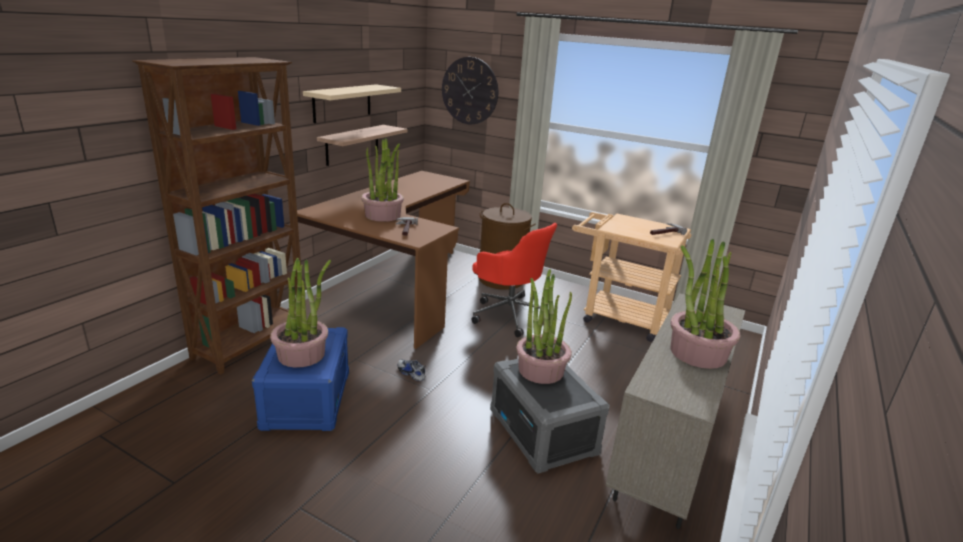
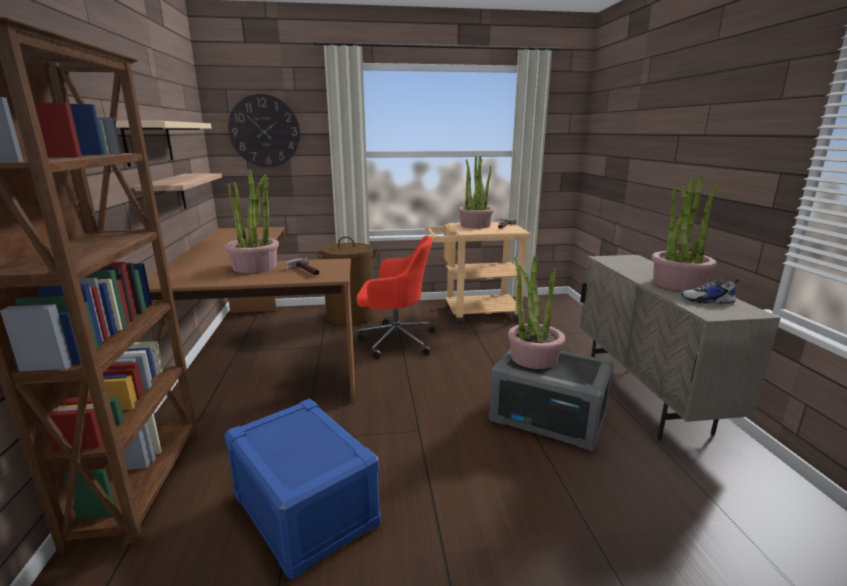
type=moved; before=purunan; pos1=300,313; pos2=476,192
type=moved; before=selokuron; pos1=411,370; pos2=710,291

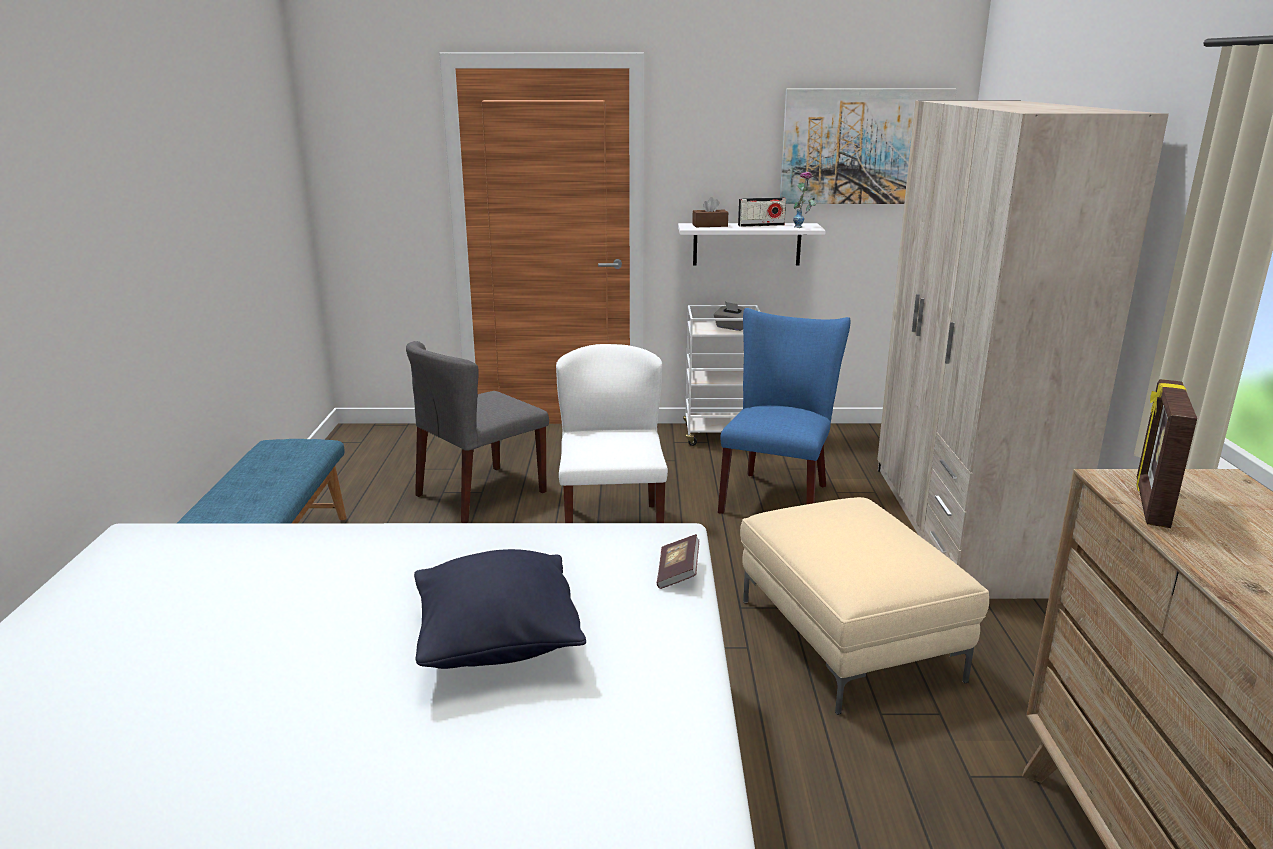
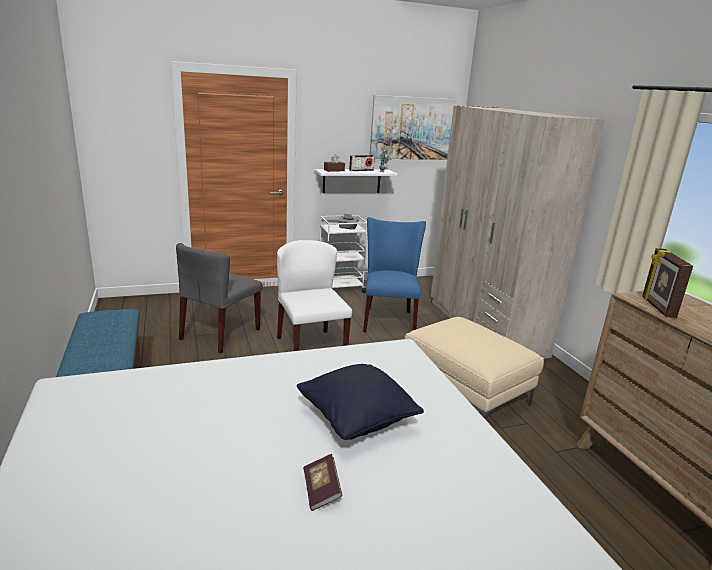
type=moved; before=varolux; pos1=678,561; pos2=323,482

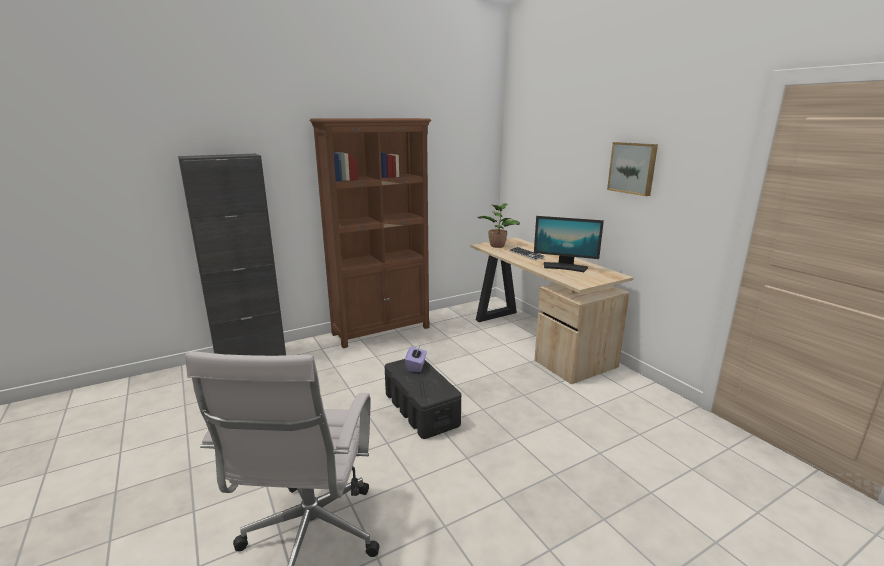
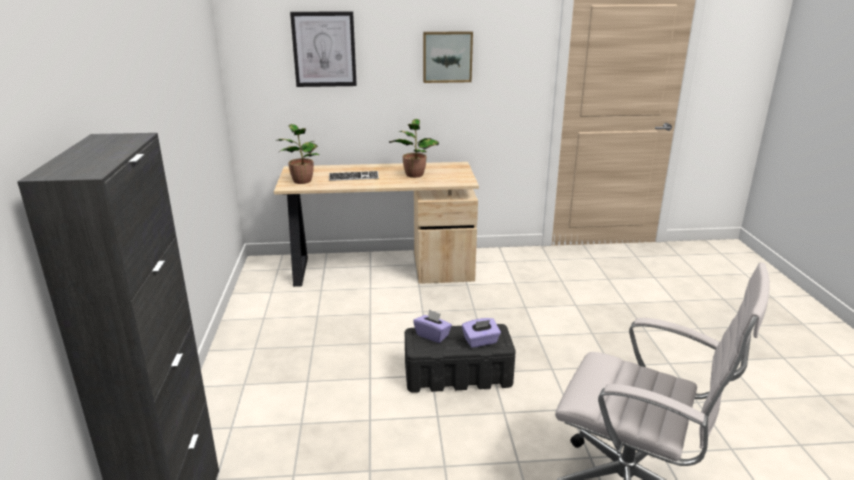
type=removed; before=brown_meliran; pos1=370,233
type=added; after=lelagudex; pos2=323,49
type=added; after=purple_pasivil; pos2=481,333
type=replaced; before=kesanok; after=purunan; pos1=569,244; pos2=414,148

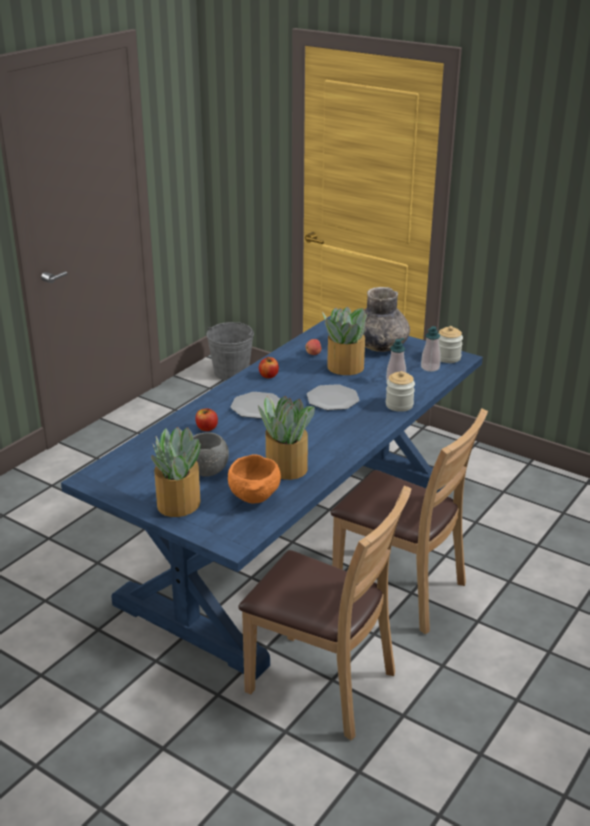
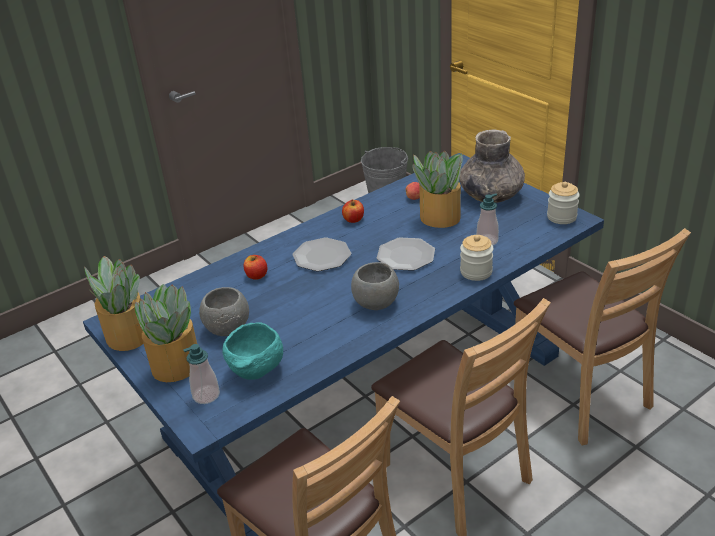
type=added; after=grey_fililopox; pos2=375,286
type=added; after=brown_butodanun; pos2=602,337
type=moved; before=purunan; pos1=286,438; pos2=113,303
type=moved; before=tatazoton; pos1=431,349; pos2=201,374
type=recoloured; before=orange_fililopox; after=turquoise_fililopox; pos1=254,479; pos2=252,351

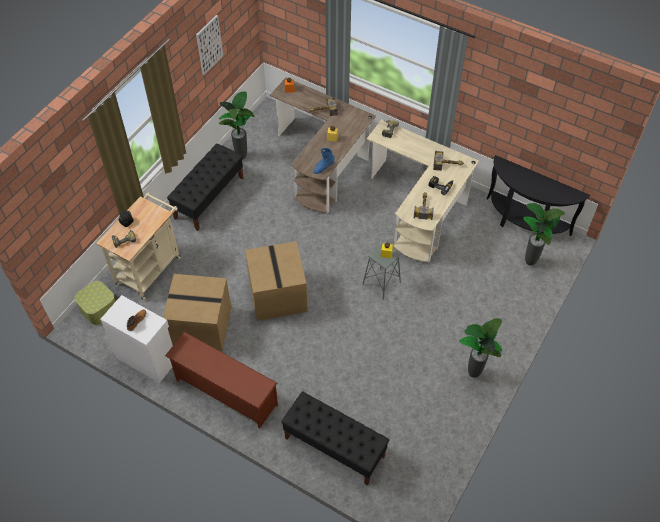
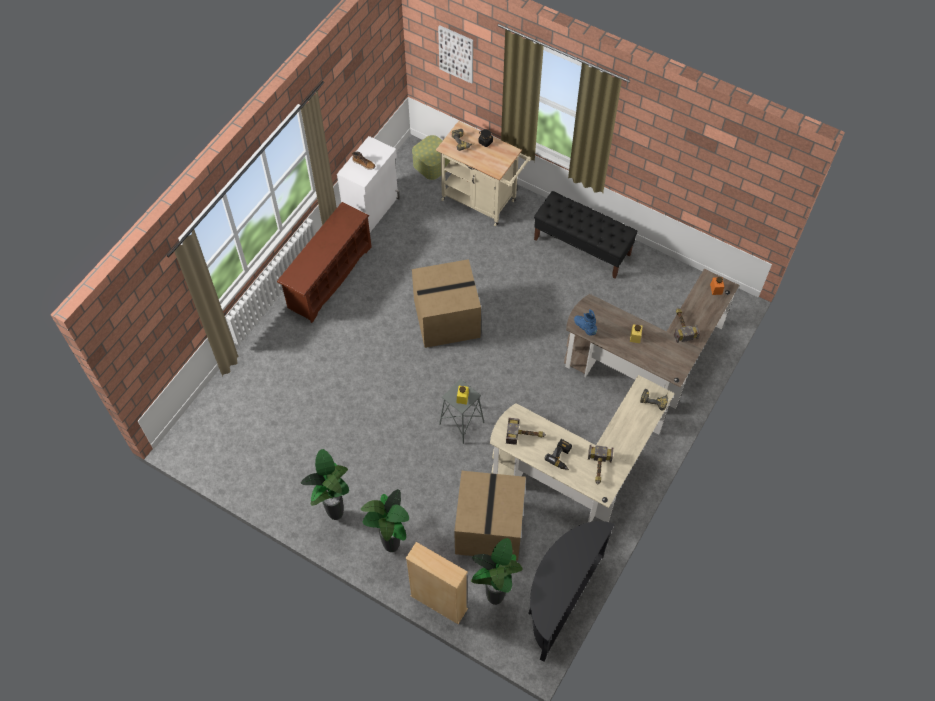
type=removed; before=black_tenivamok; pos1=335,438
type=added; after=beige_meliran; pos2=436,583
type=moved; before=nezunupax; pos1=197,312; pos2=490,516
type=moved; before=lelagudex; pos1=209,45; pos2=455,54
type=moved; before=purunan; pos1=237,125; pos2=385,520

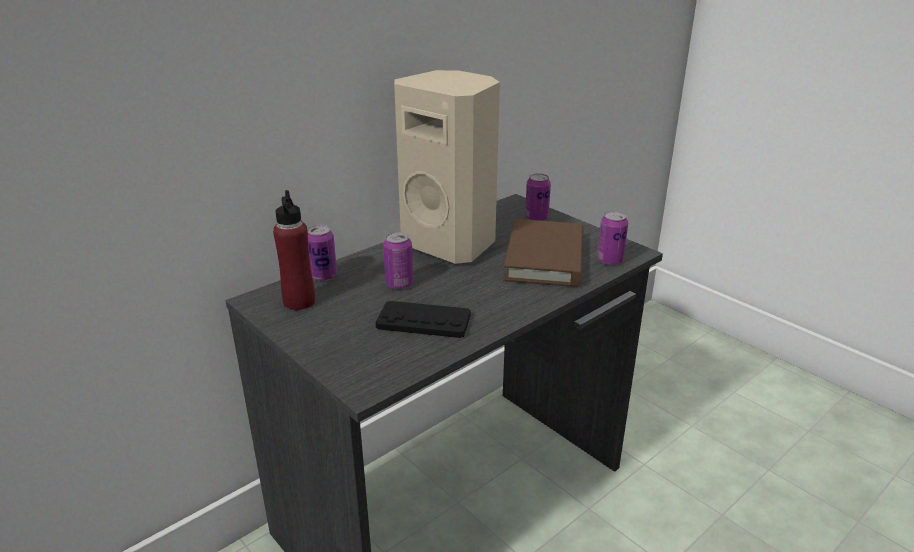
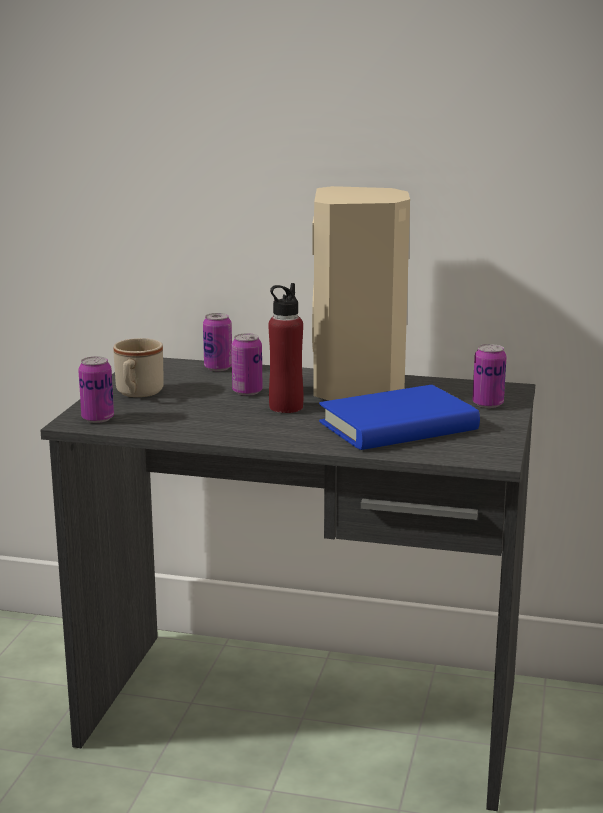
type=removed; before=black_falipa; pos1=423,319
type=added; after=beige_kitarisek; pos2=139,367
type=moved; before=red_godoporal; pos1=294,250; pos2=285,348
type=moved; before=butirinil; pos1=612,238; pos2=96,389
type=recoloured; before=brown_varolux; after=blue_varolux; pos1=543,253; pos2=399,417

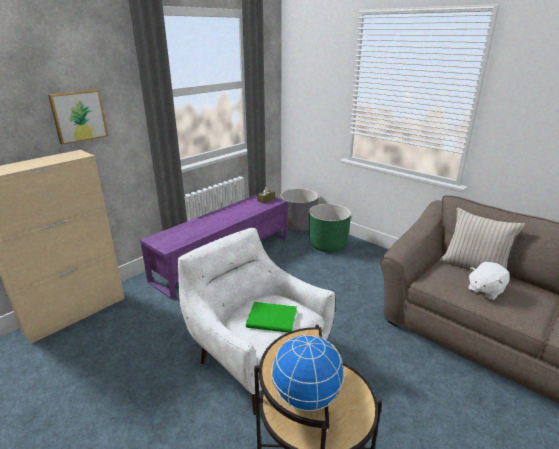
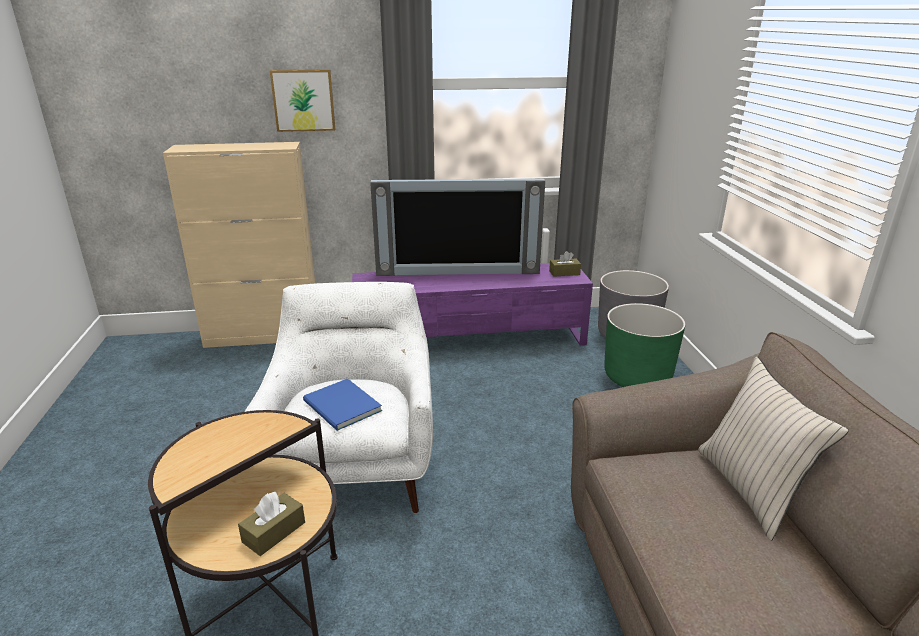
type=removed; before=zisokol; pos1=307,372
type=removed; before=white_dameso; pos1=489,281
type=added; after=brown_pasivil; pos2=271,524
type=added; after=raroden; pos2=457,227
type=recoloured; before=green_varolux; after=blue_varolux; pos1=271,317; pos2=342,404

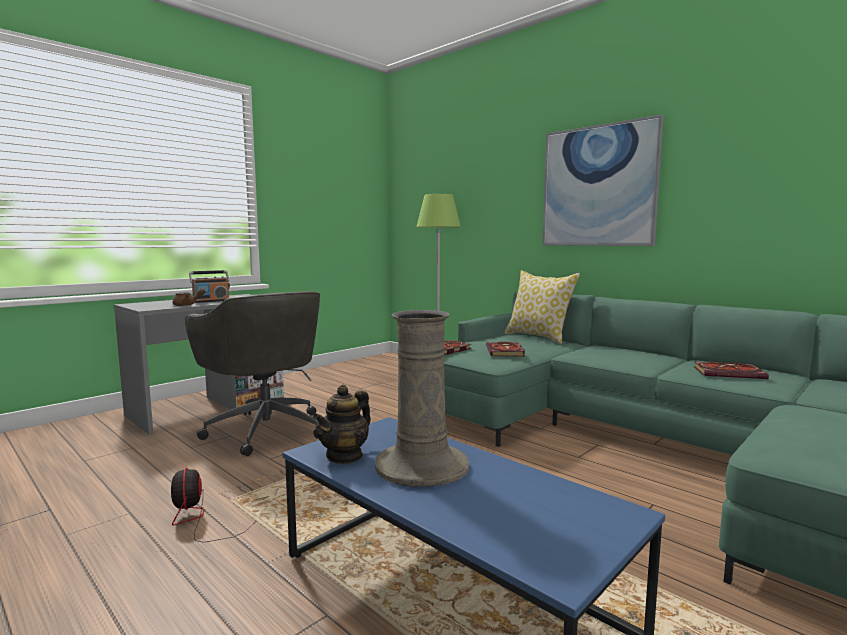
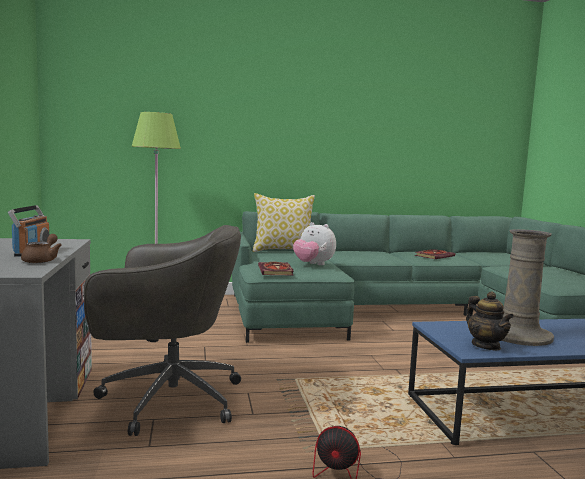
type=removed; before=lelagudex; pos1=603,180
type=replaced; before=varolux; after=dameso; pos1=505,349; pos2=314,243

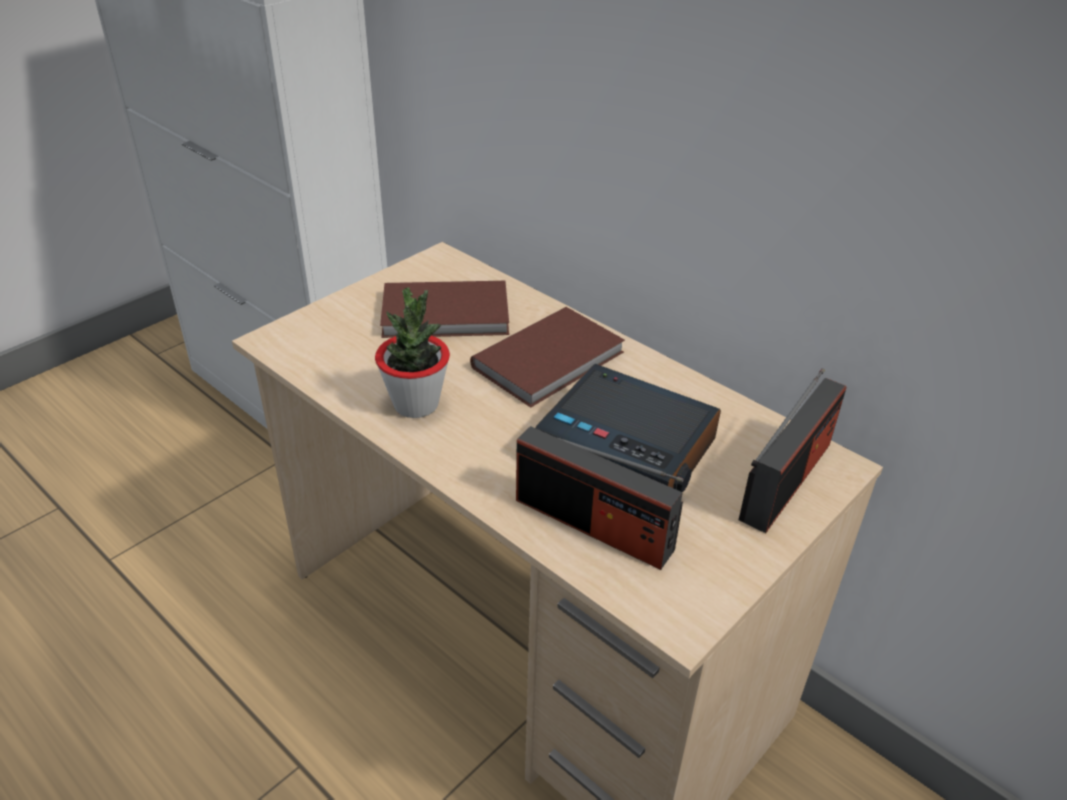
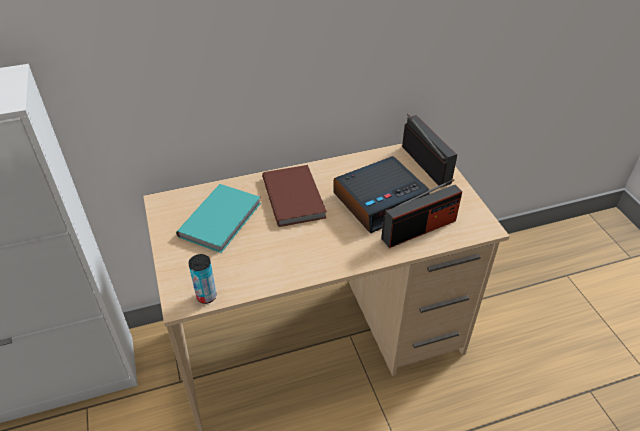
type=removed; before=purunan; pos1=412,352
type=added; after=butirinil; pos2=202,279
type=recoloured; before=brown_varolux; after=turquoise_varolux; pos1=444,309; pos2=218,218

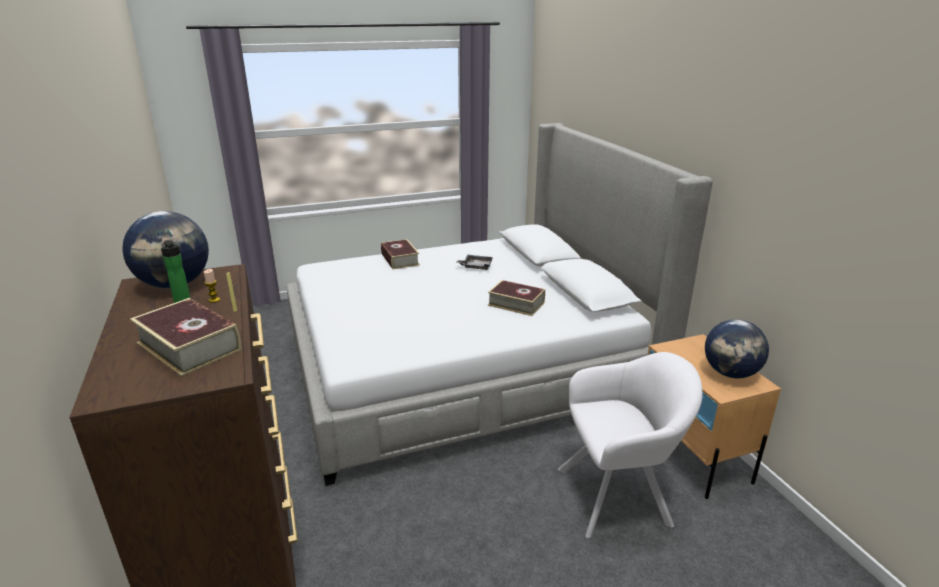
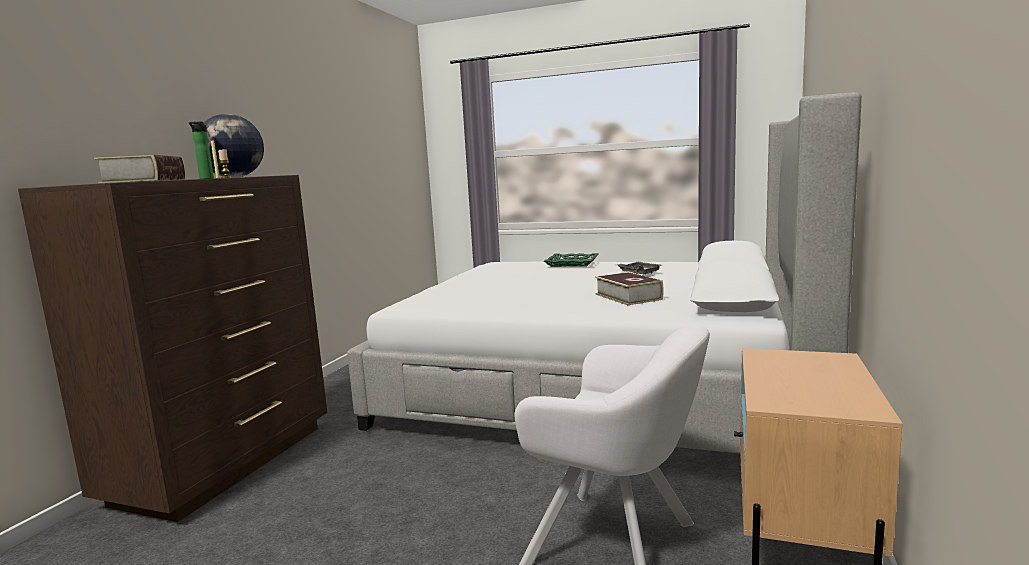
type=removed; before=zisokol; pos1=737,348
type=replaced; before=varolux; after=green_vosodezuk; pos1=400,254; pos2=571,260

